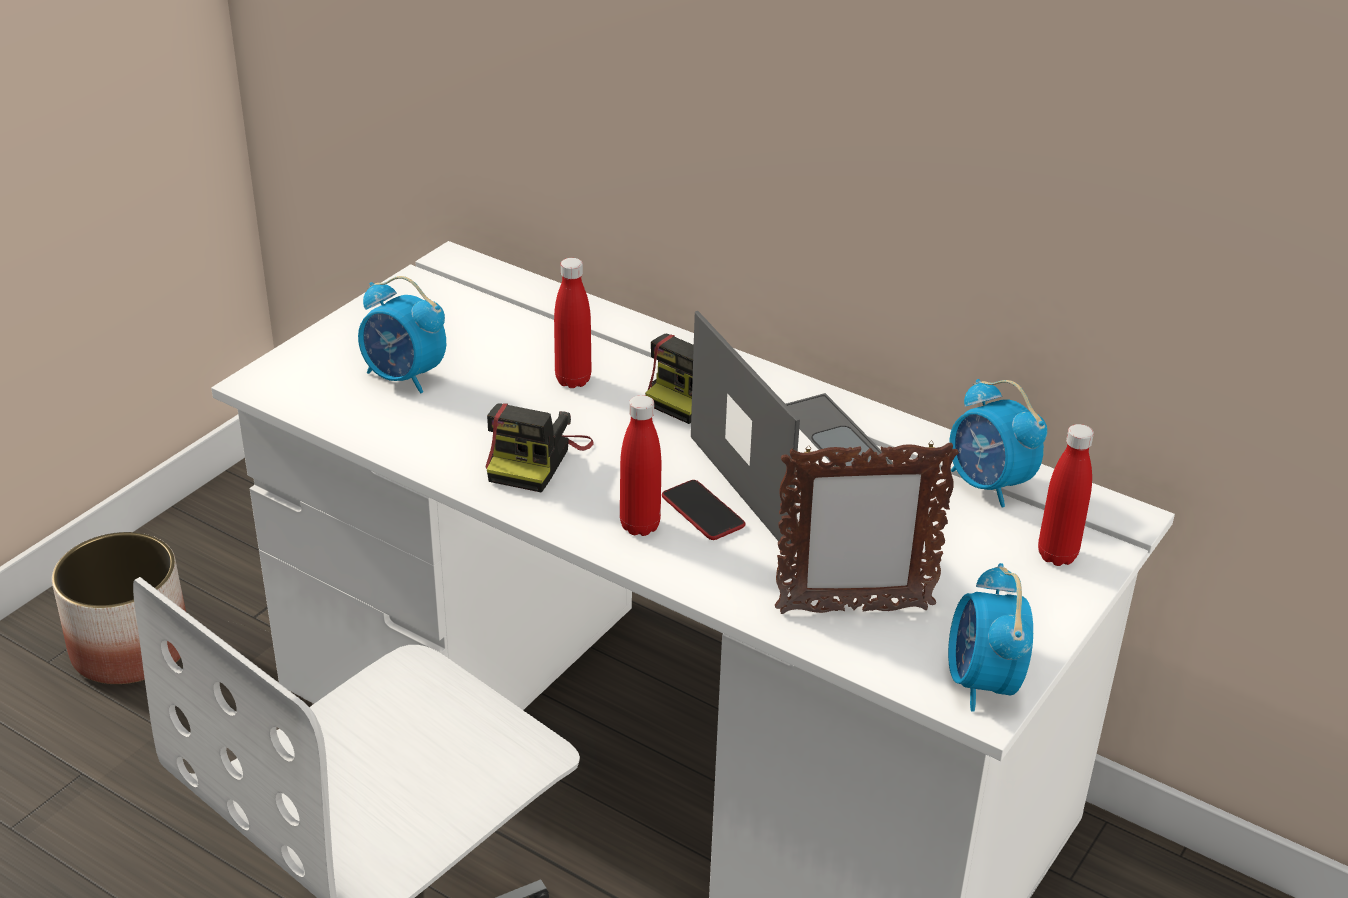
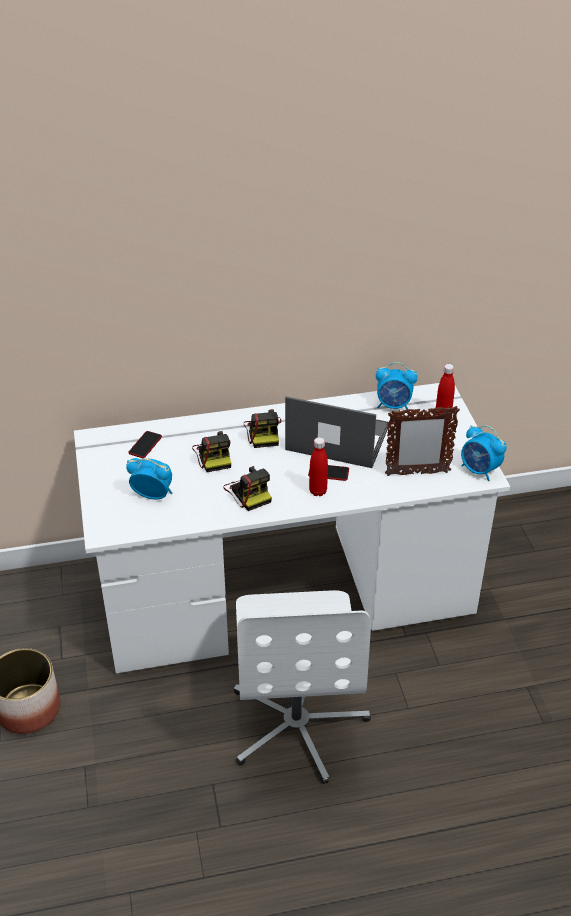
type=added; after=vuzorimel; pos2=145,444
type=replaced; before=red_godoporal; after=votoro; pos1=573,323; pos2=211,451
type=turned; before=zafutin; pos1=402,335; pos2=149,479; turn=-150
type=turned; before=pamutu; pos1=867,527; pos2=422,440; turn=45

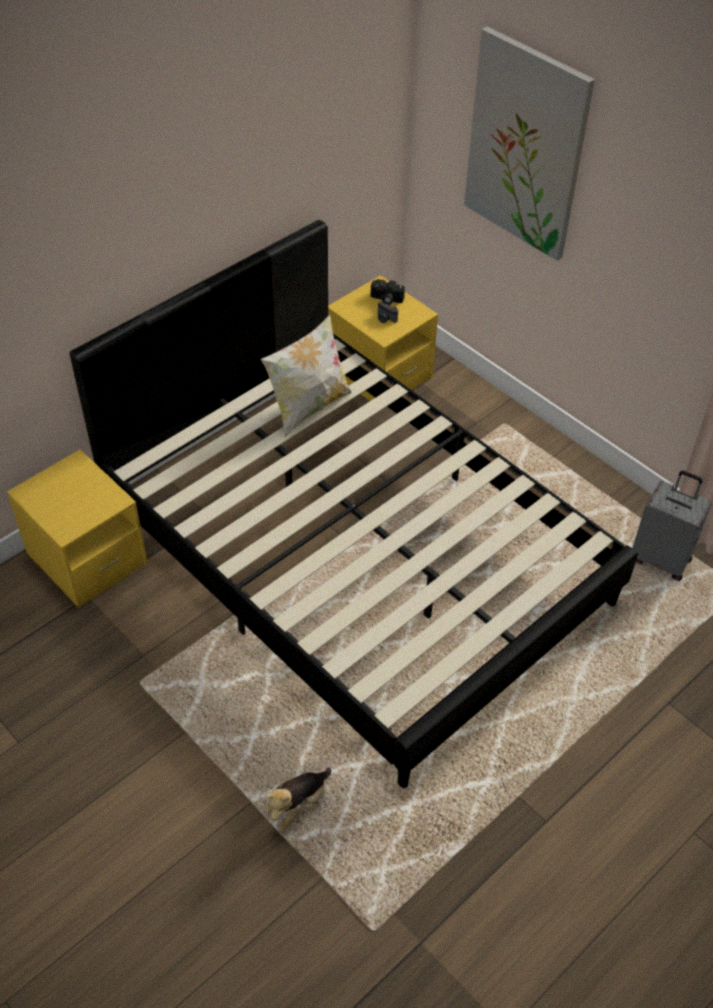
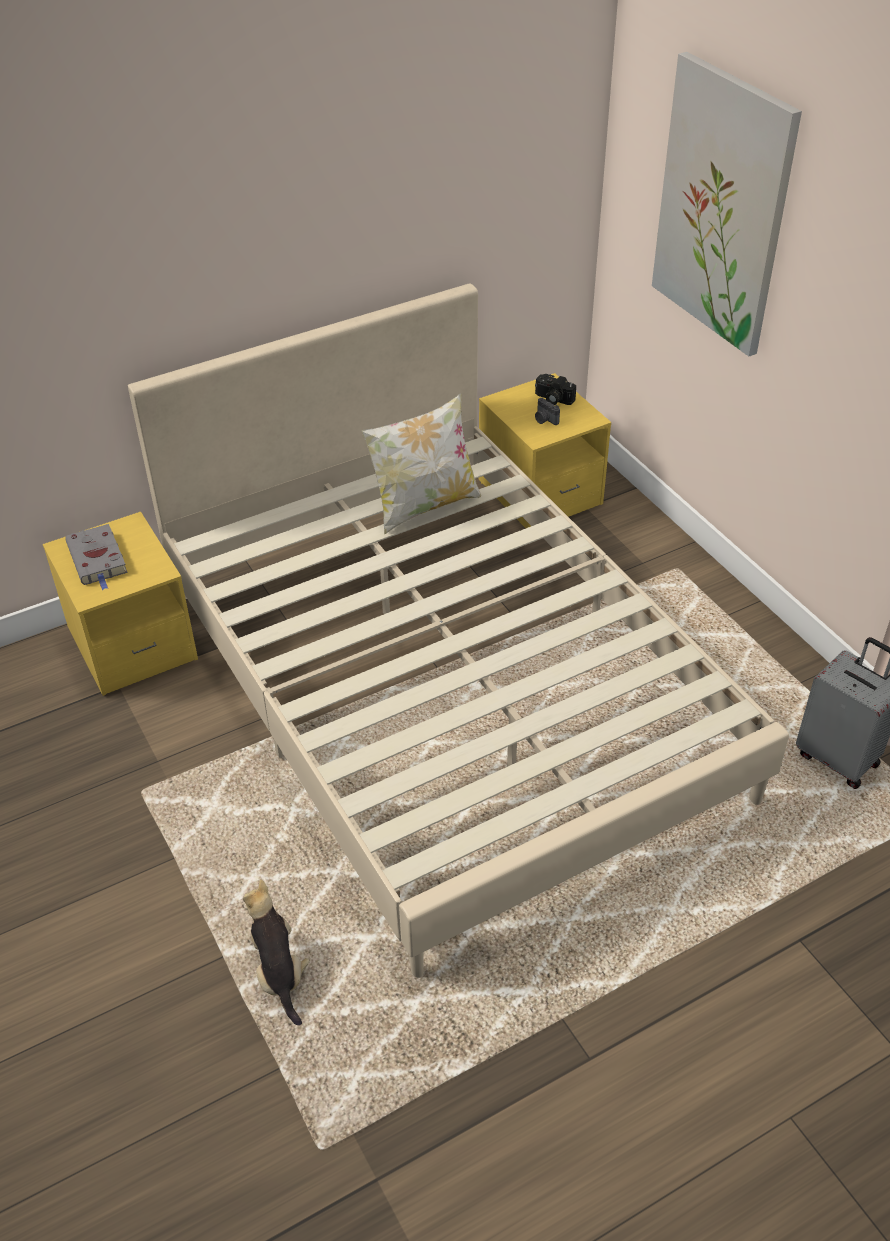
type=added; after=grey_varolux; pos2=96,557
type=recoloured; before=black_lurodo; after=beige_lurodo; pos1=354,504; pos2=458,631
type=turned; before=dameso; pos1=298,799; pos2=276,952; turn=105

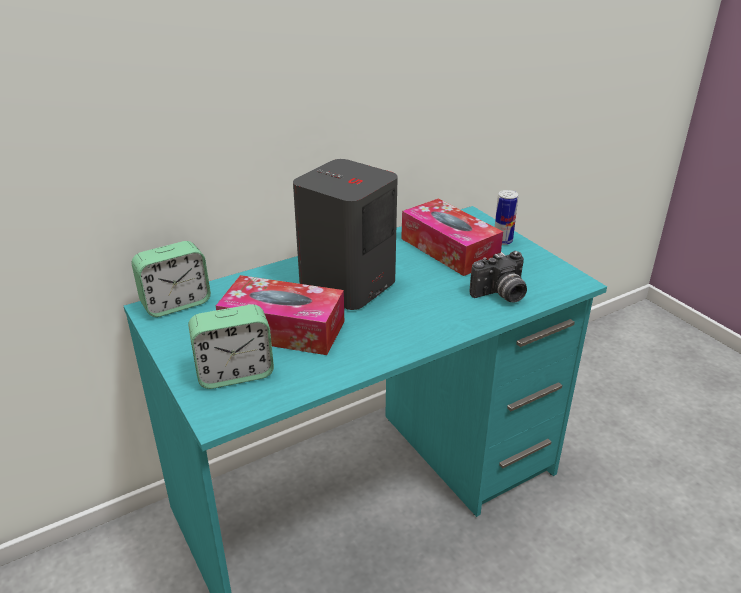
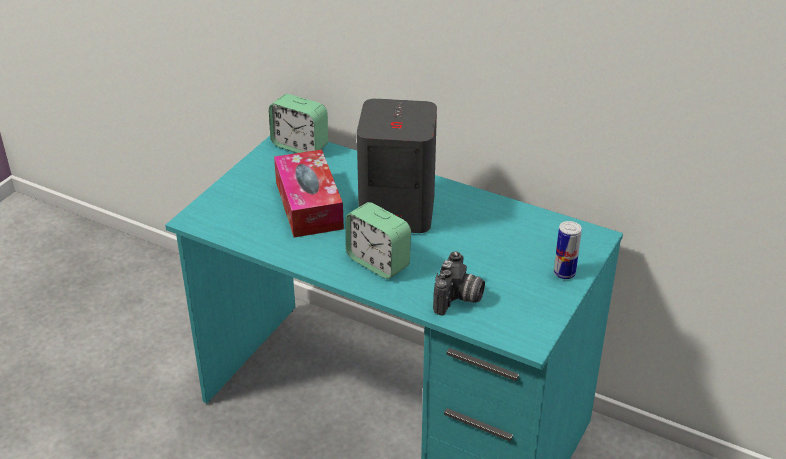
type=removed; before=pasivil; pos1=452,237
type=moved; before=zafutin; pos1=231,346; pos2=378,240
type=turned; before=votoro; pos1=498,277; pos2=459,283; turn=-105

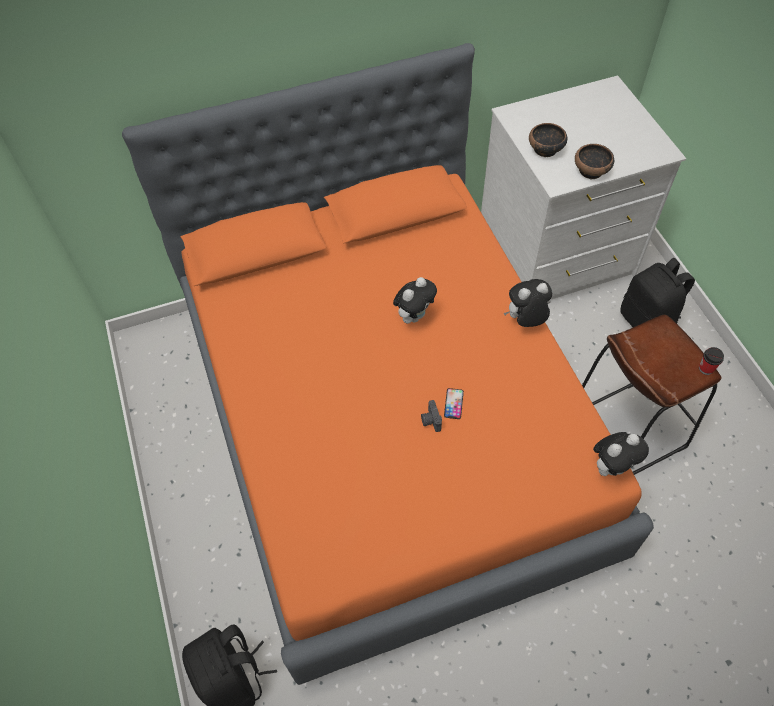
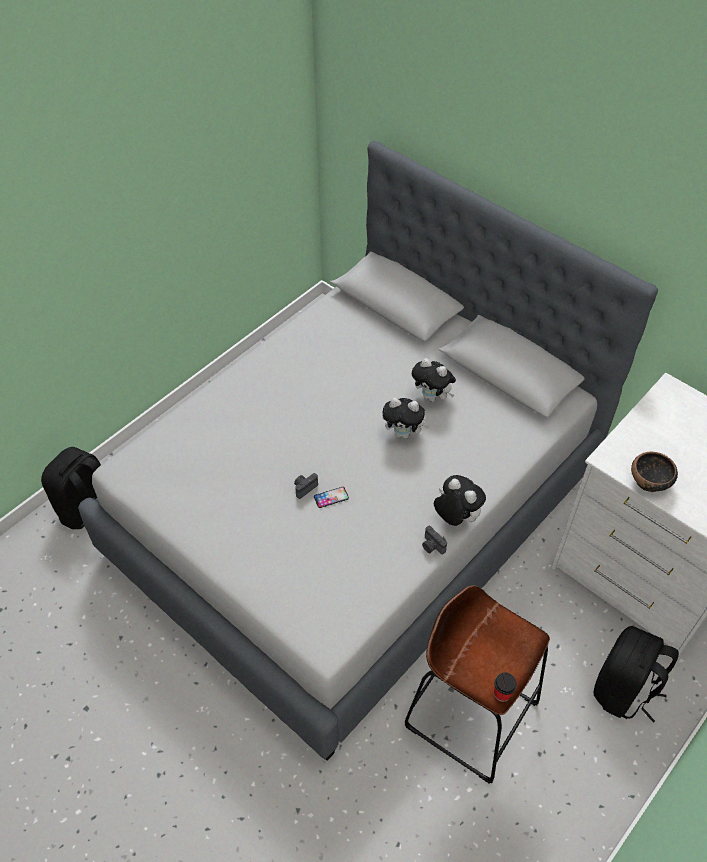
type=removed; before=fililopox; pos1=548,140
type=added; after=votoro; pos2=434,540
type=moved; before=dameso; pos1=621,454; pos2=434,380
type=recoloured; before=orange_lurodo; after=grey_lurodo; pos1=388,364; pos2=368,451

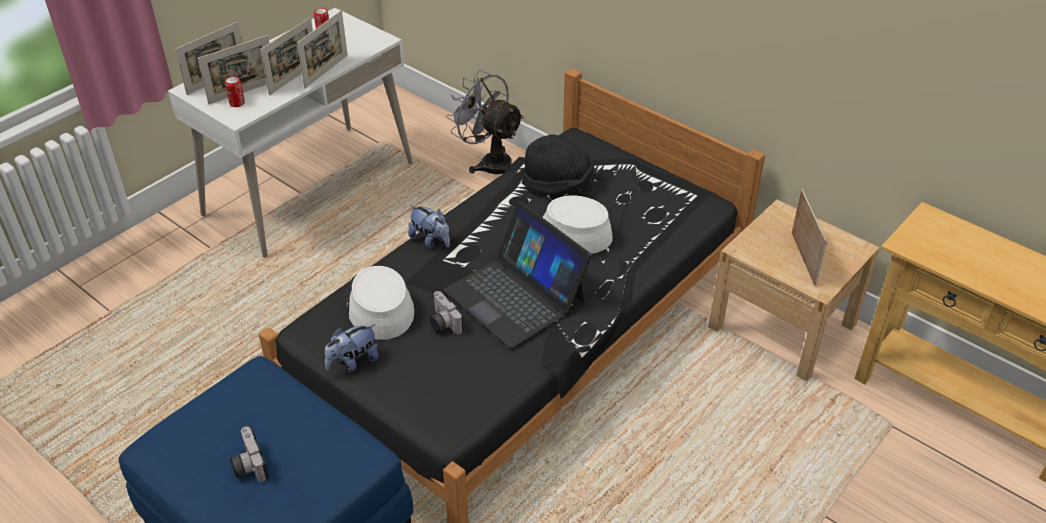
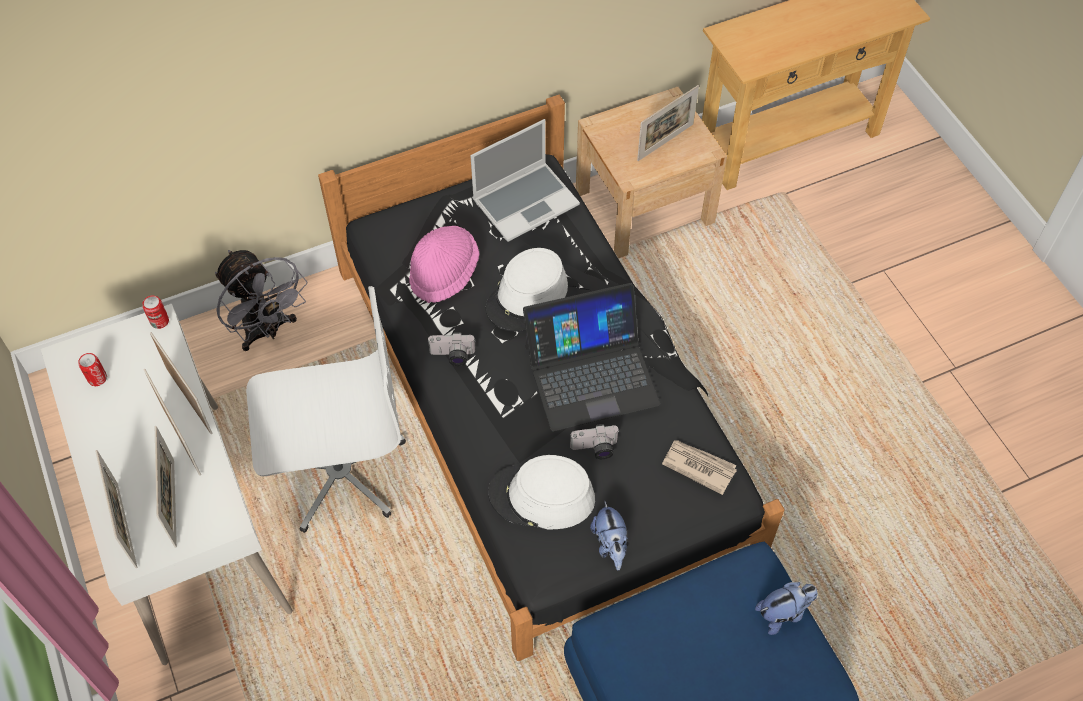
type=added; after=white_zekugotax; pos2=326,409
type=added; after=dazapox; pos2=525,180
type=added; after=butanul; pos2=699,467
type=moved; before=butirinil; pos1=235,91; pos2=155,312
type=moved; before=votoro; pos1=249,454; pos2=451,349
type=moved; before=dameso; pos1=429,227; pos2=786,608
type=recoloured; before=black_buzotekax; after=pink_buzotekax; pos1=558,164; pos2=444,264
type=turned; before=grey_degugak; pos1=485,121; pos2=261,300; turn=-105
type=turned; before=pamutu; pos1=809,237; pos2=668,123; turn=120

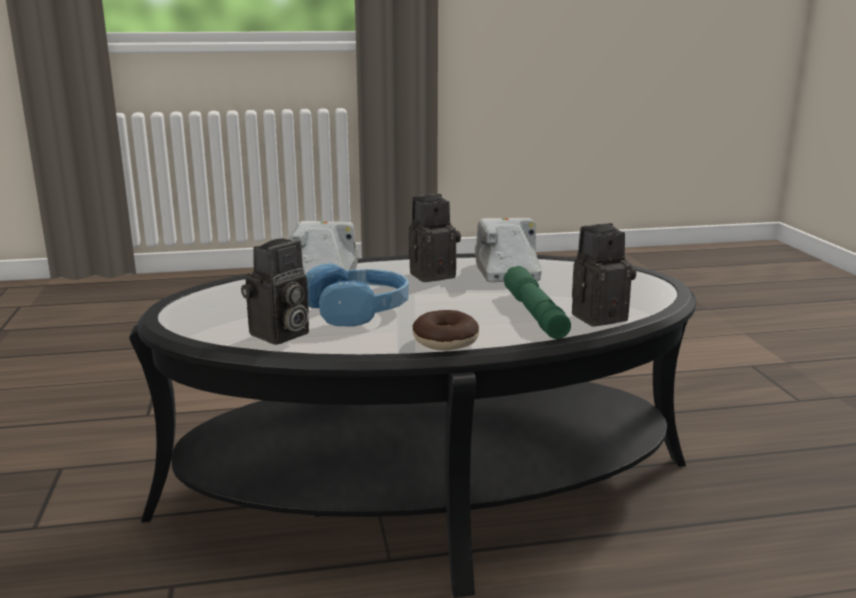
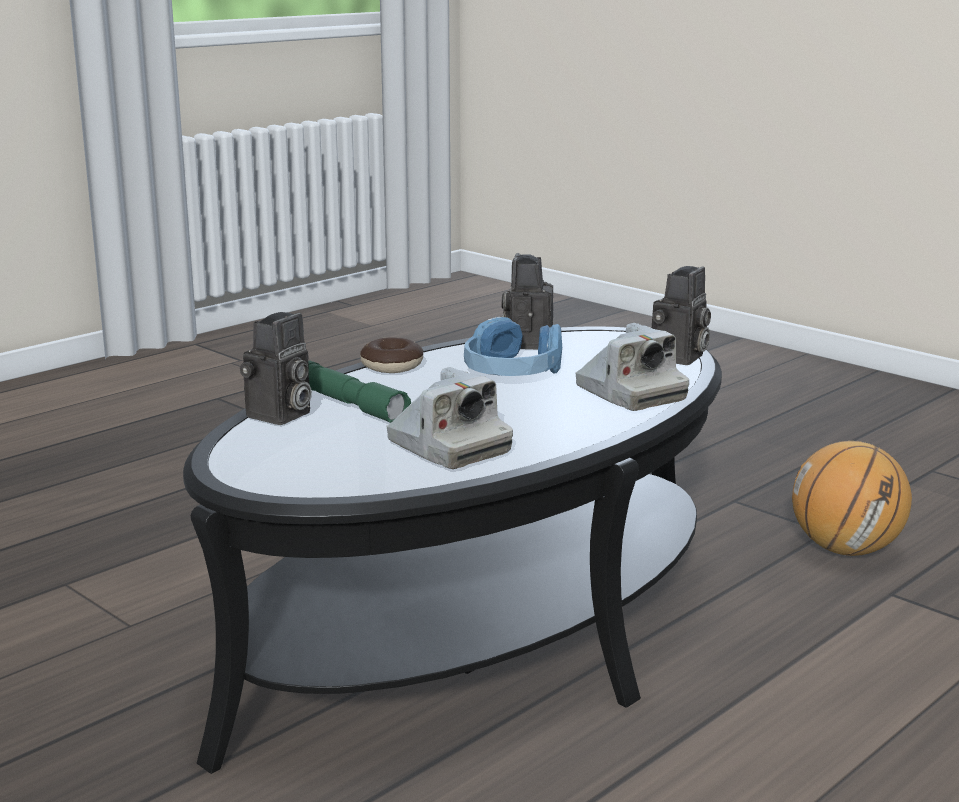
type=added; after=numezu; pos2=852,498
type=moved; before=votoro; pos1=435,238; pos2=681,315

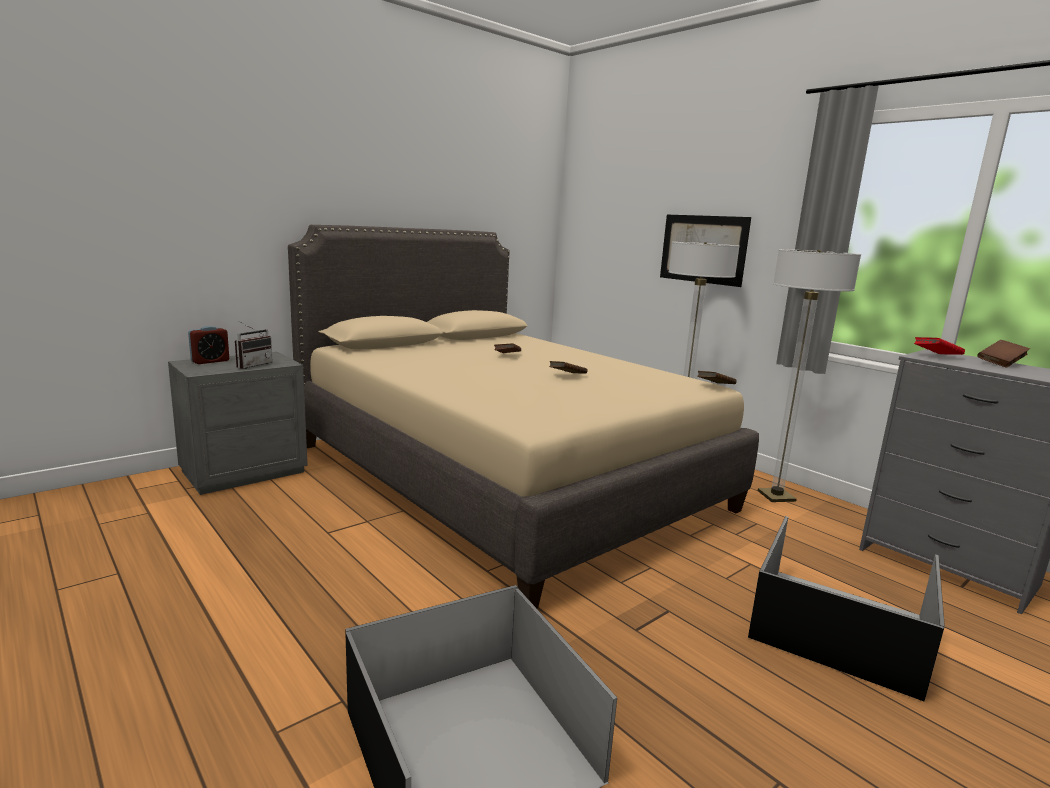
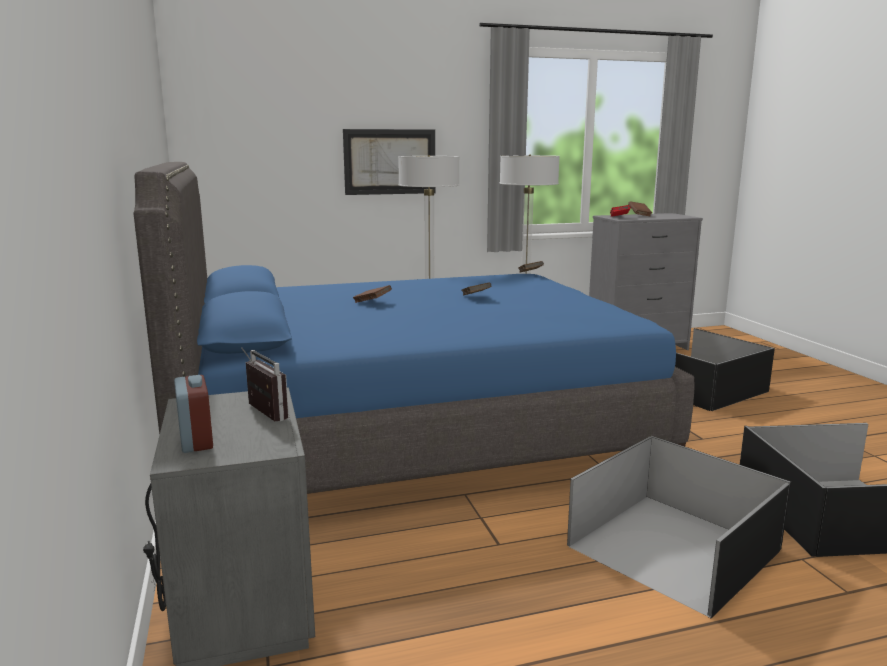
type=added; after=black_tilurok; pos2=679,527
type=recoloured; before=beige_lurodo; after=blue_lurodo; pos1=523,416; pos2=414,328

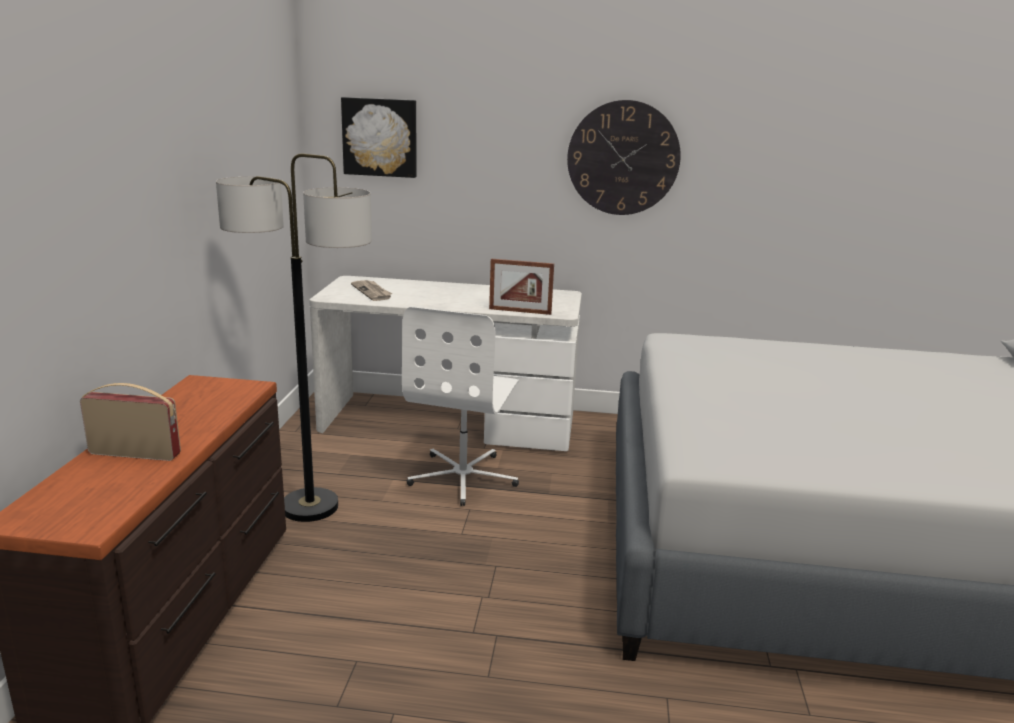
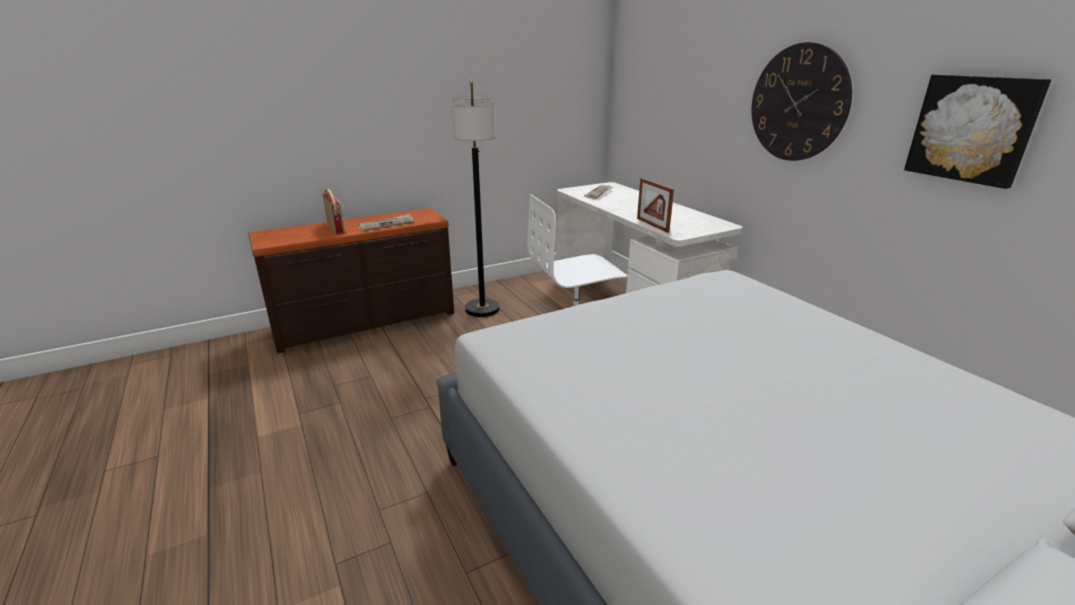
type=added; after=butanul; pos2=386,222
type=moved; before=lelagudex; pos1=379,137; pos2=977,131

